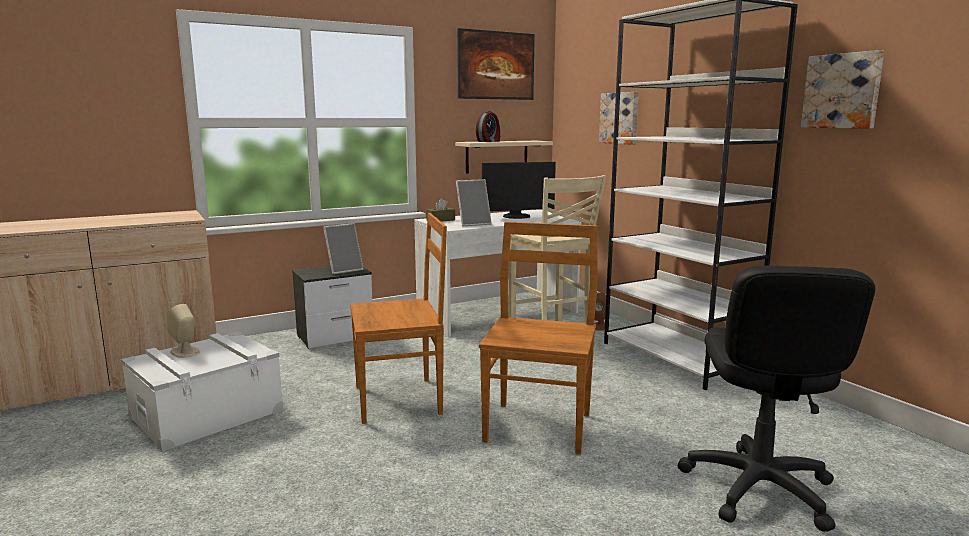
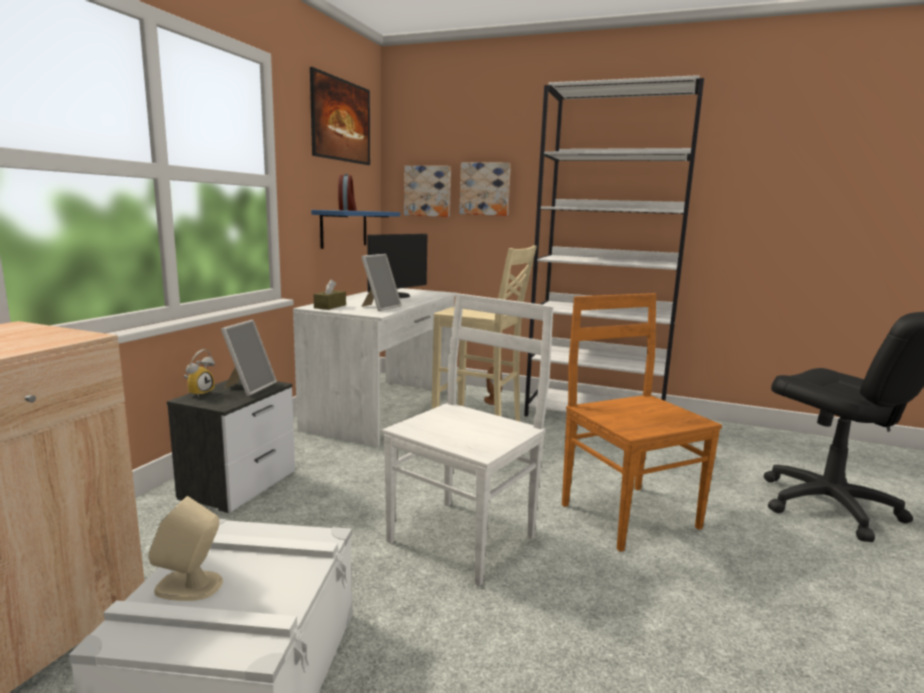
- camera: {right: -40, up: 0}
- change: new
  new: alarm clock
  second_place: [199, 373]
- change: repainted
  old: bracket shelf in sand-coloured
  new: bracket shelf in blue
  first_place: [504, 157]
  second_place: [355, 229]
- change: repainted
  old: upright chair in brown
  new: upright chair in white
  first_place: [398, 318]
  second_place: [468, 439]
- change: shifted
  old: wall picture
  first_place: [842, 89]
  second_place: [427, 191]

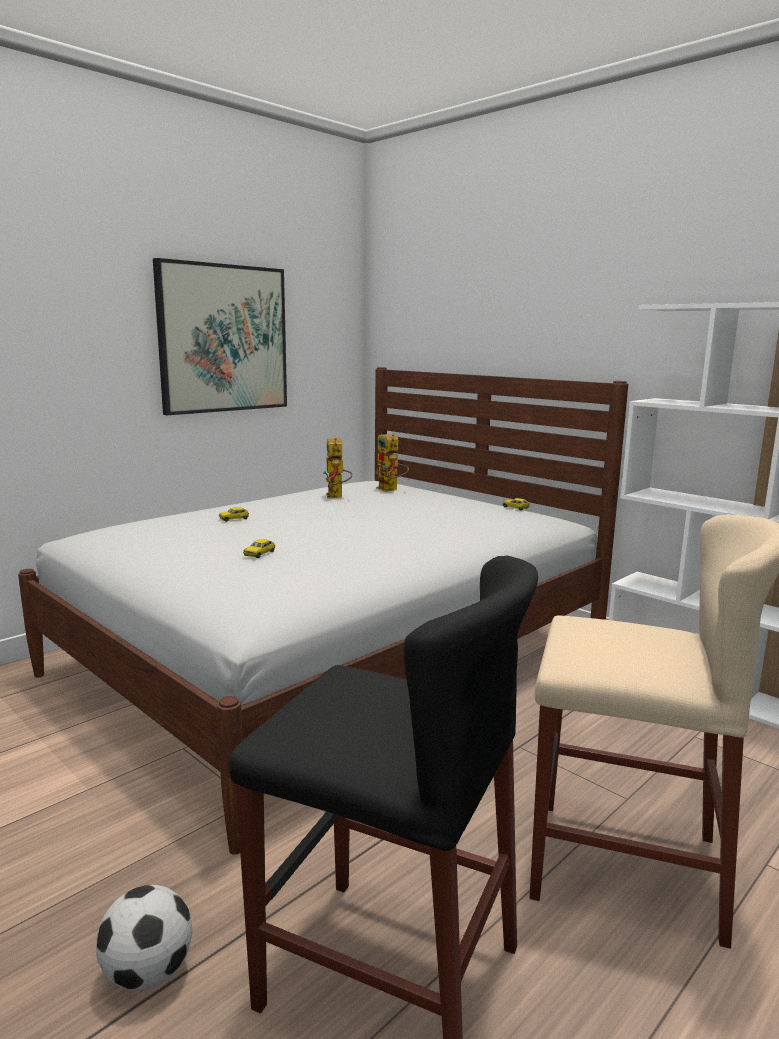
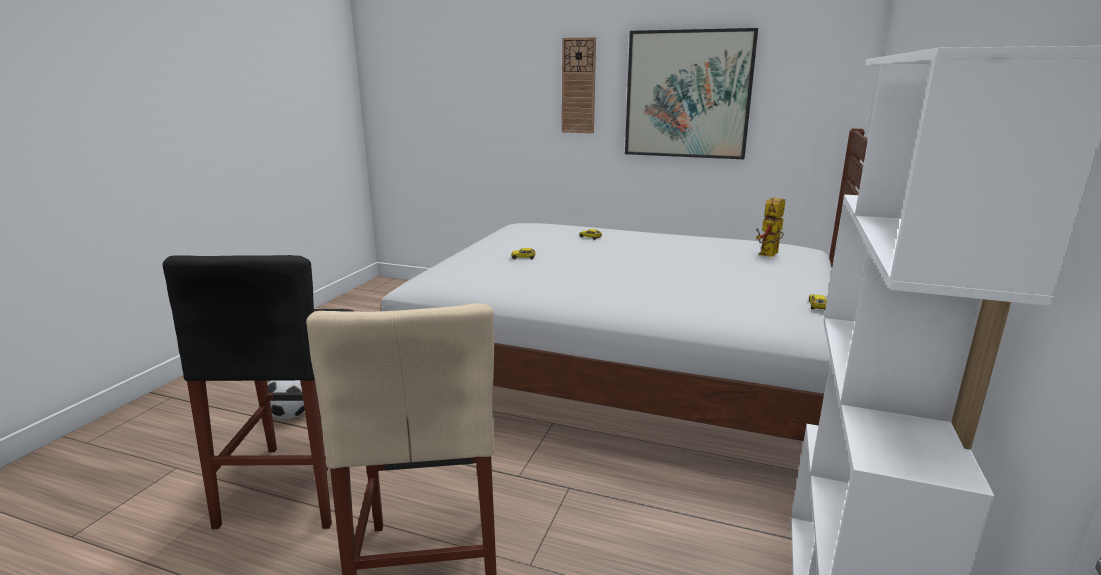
- camera: {right: 65, up: 5}
- change: new
  new: clock on the wall
  second_place: [579, 85]
- change: gone
  old: toy robot
  first_place: [337, 468]

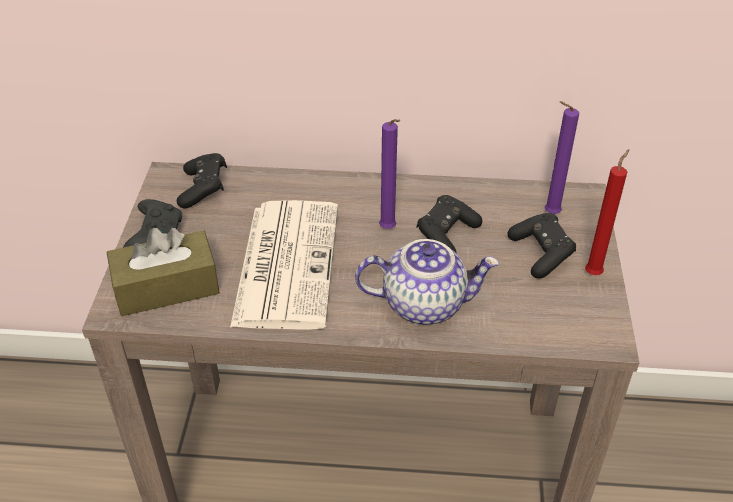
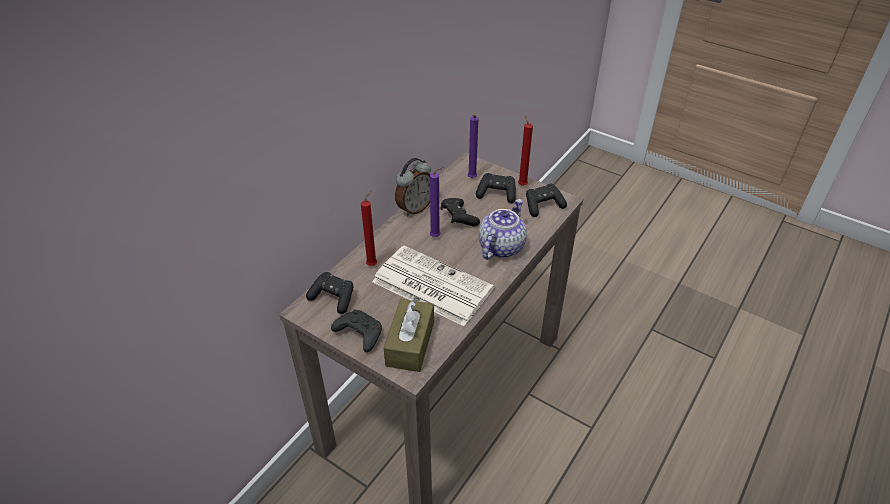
- camera: {right: -60, up: 0}
- change: new
  new: wax light in red
  second_place: [369, 228]
- change: new
  new: alarm clock
  second_place: [413, 187]
- change: new
  new: game controller in black
  second_place: [546, 200]

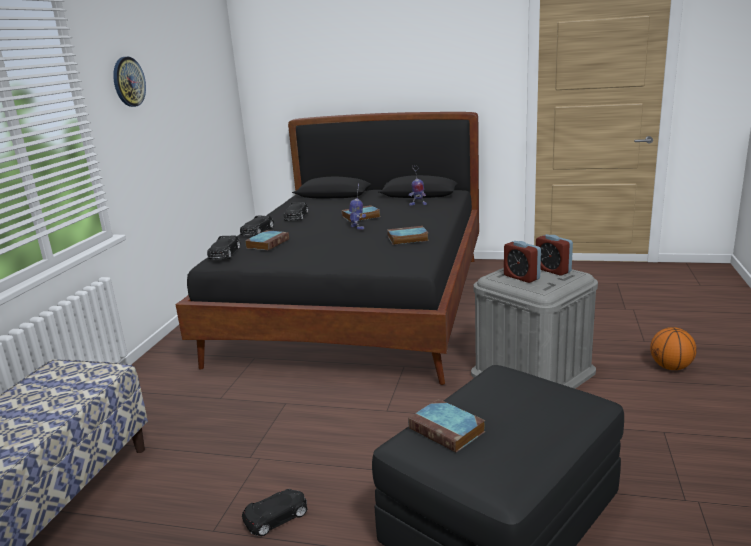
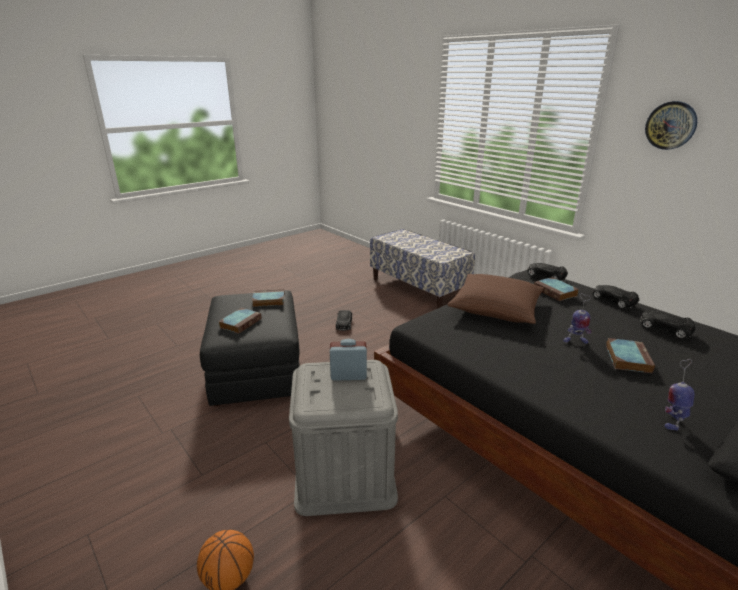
- camera: {right: 125, up: 5}
- change: shifted
  old: bound book
  first_place: [408, 235]
  second_place: [239, 321]
- change: new
  new: cushion in brown
  second_place: [495, 299]
- change: gone
  old: alarm clock
  first_place: [554, 255]

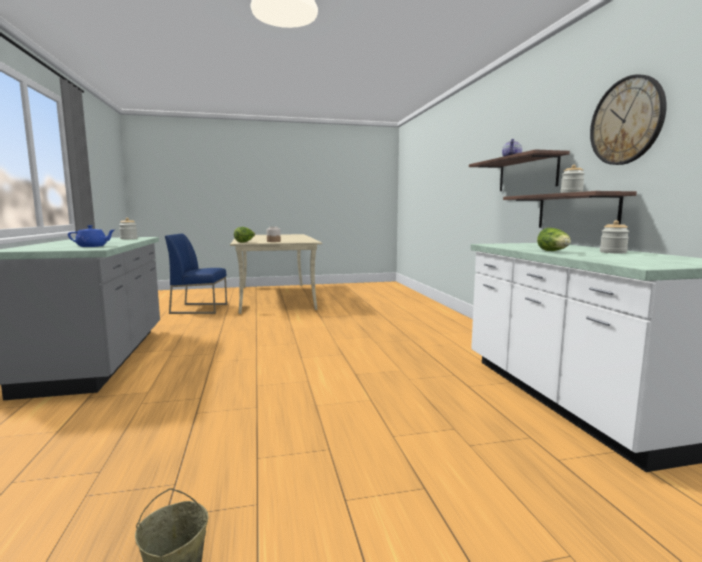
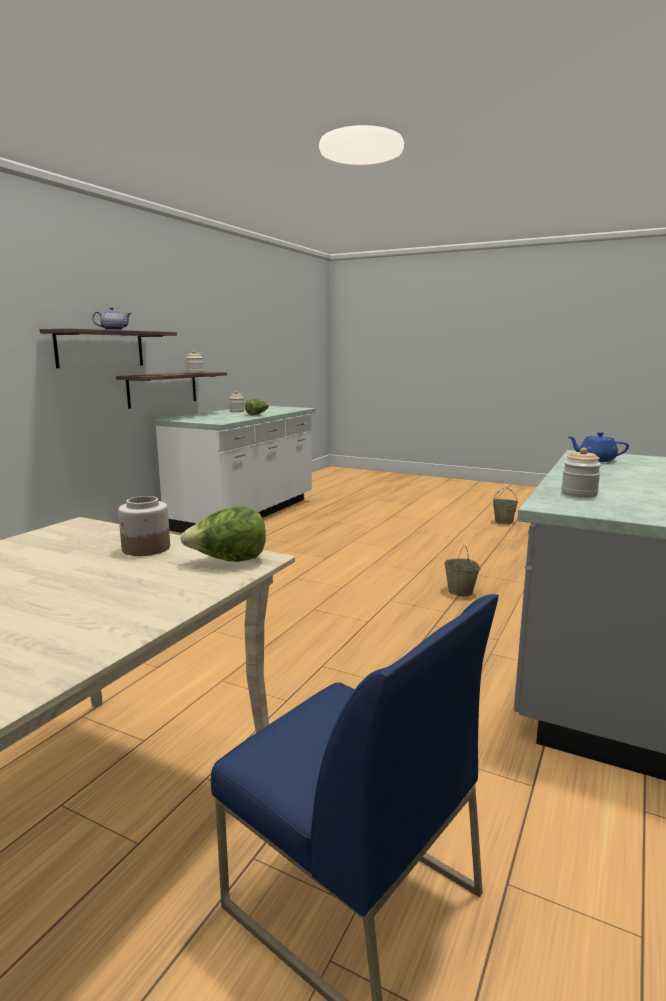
- camera: {right: -140, up: 5}
- change: new
  new: bucket in sand-coloured
  second_place: [462, 571]
- change: gone
  old: clock on the wall
  first_place: [628, 119]

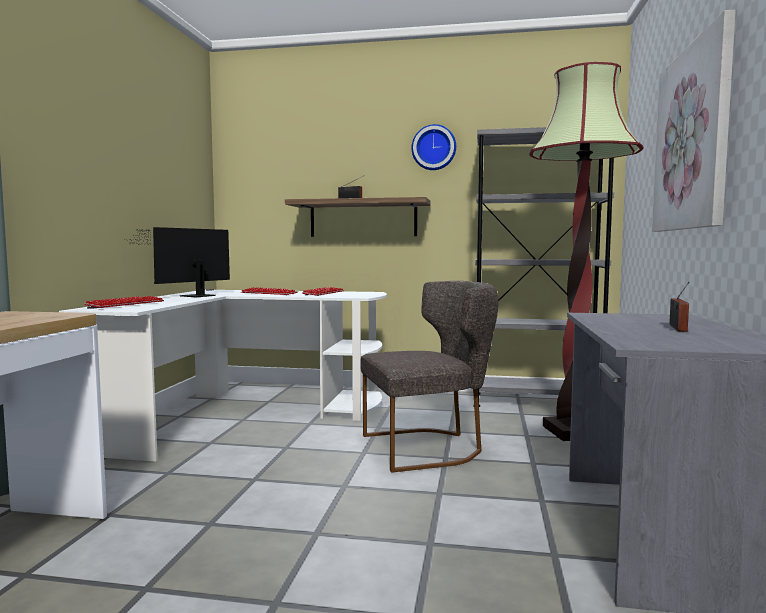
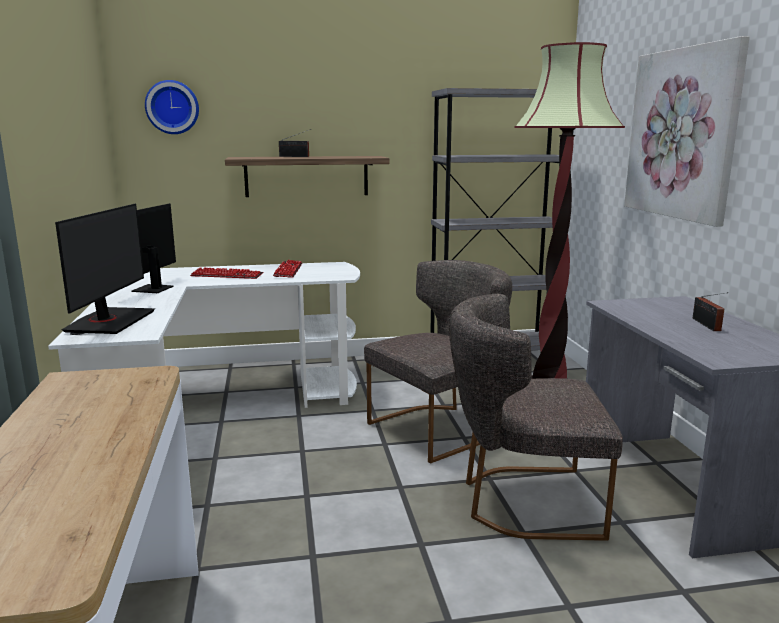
- camera: {right: -20, up: 10}
- change: swapped
  old: keyboard
  new: computer screen
  first_place: [124, 302]
  second_place: [105, 269]
- change: shifted
  old: clock on the wall
  first_place: [434, 147]
  second_place: [172, 107]
- change: new
  new: upright chair in gray
  second_place: [536, 417]

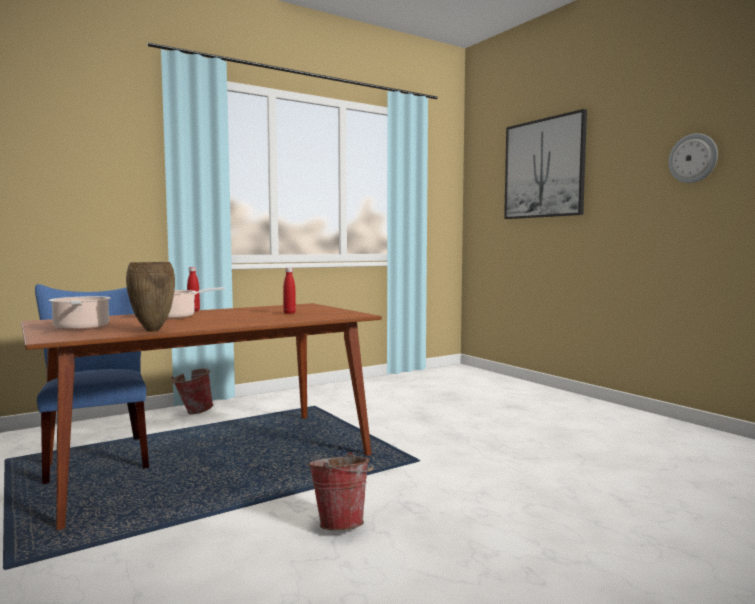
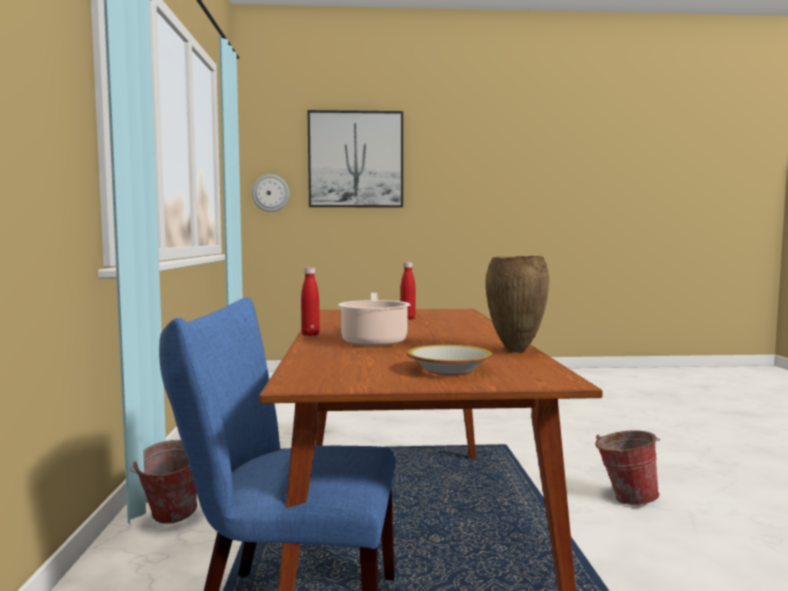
- camera: {right: -60, up: 0}
- change: shifted
  old: clock on the wall
  first_place: [693, 158]
  second_place: [271, 193]
- change: swapped
  old: cooking pot
  new: bowl
  first_place: [80, 313]
  second_place: [449, 360]

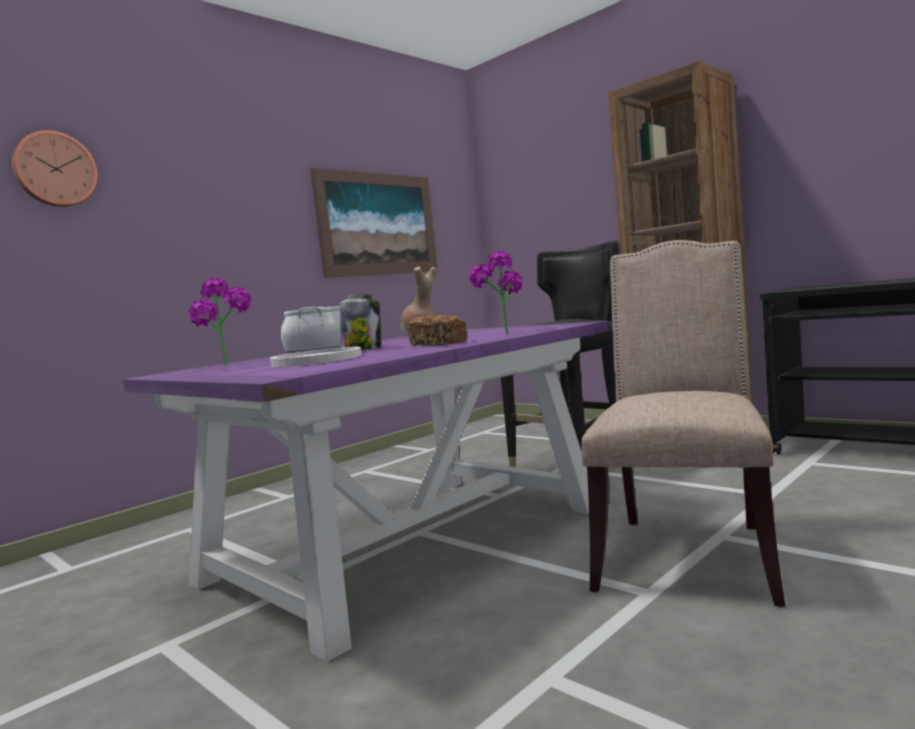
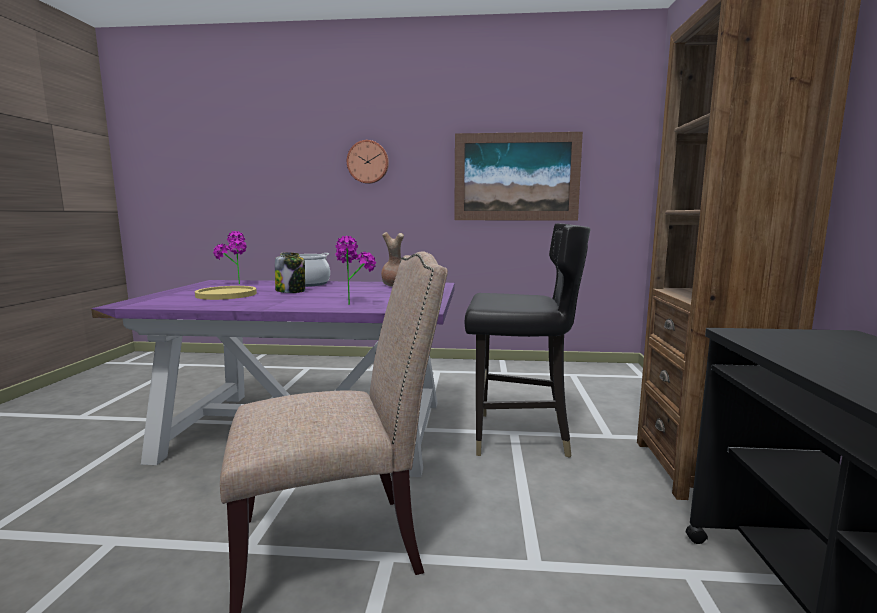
- camera: {right: 50, up: 5}
- change: repainted
  old: dinner plate in white
  new: dinner plate in yellow
  first_place: [316, 357]
  second_place: [226, 293]
- change: shifted
  old: clock on the wall
  first_place: [55, 168]
  second_place: [368, 162]
- change: gone
  old: bakery bread
  first_place: [437, 330]

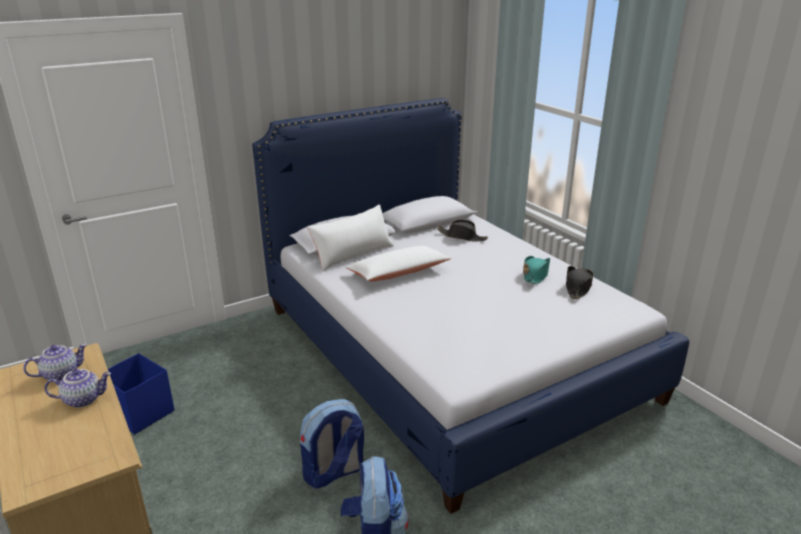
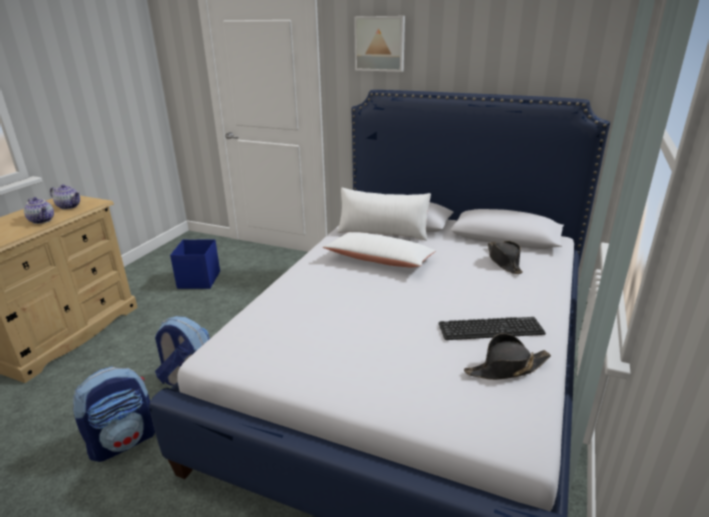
- camera: {right: 55, up: 0}
- change: new
  new: wall picture
  second_place: [379, 44]
- change: swapped
  old: hat in turquoise-coloured
  new: keyboard
  first_place: [536, 270]
  second_place: [492, 328]

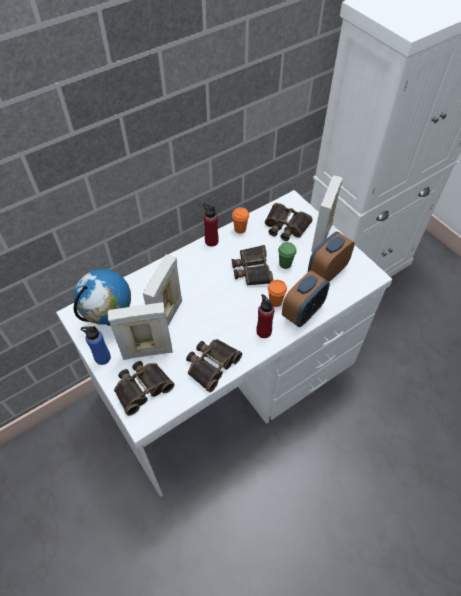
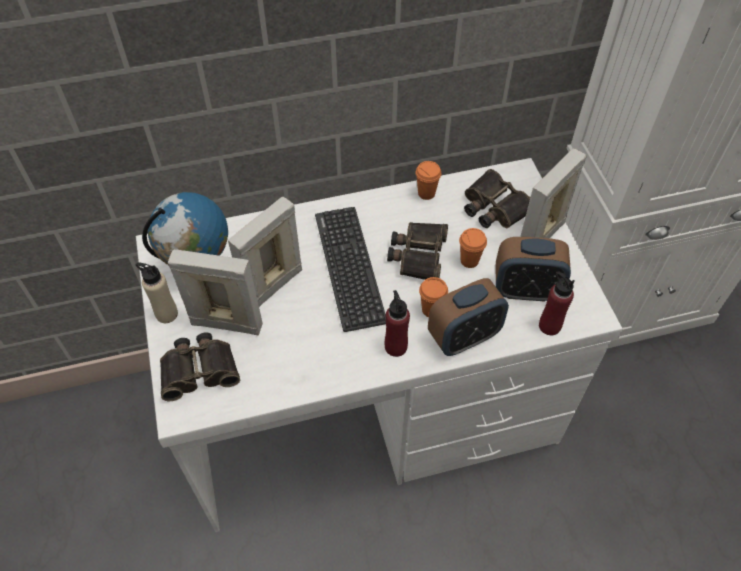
- camera: {right: 20, up: 0}
- change: repainted
  old: bottle in blue
  new: bottle in sand-coloured
  first_place: [96, 345]
  second_place: [156, 293]
- change: new
  new: keyboard
  second_place: [350, 269]
- change: repainted
  old: cup in green
  new: cup in orange-coloured
  first_place: [287, 255]
  second_place: [473, 248]
- change: rotated
  old: alarm clock
  first_place: [331, 257]
  second_place: [533, 269]
  degrees: -150
- change: shifted
  old: bottle in red
  first_place: [211, 225]
  second_place: [557, 303]
- change: gone
  old: pair of binoculars
  first_place: [214, 365]

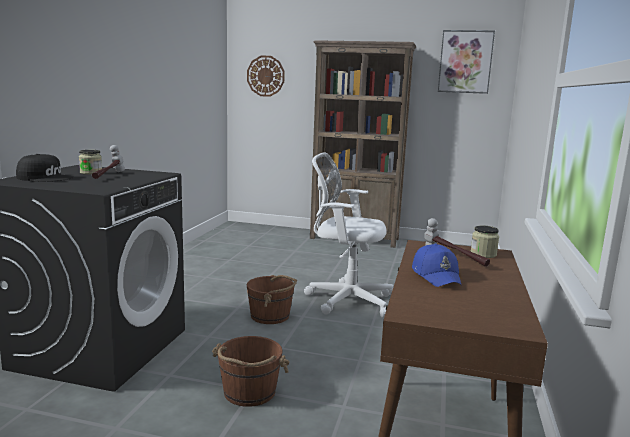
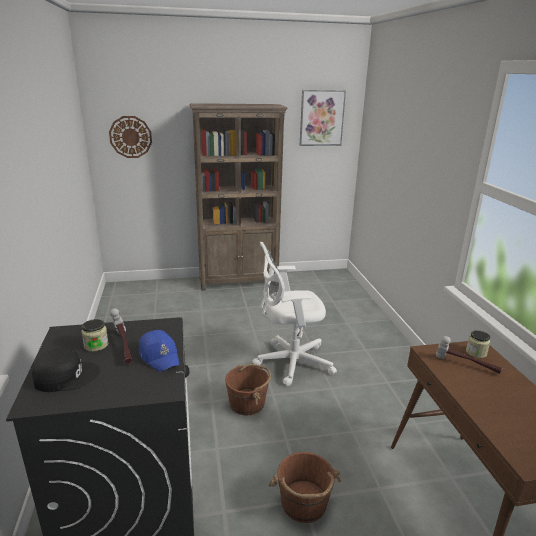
- camera: {right: -25, up: 10}
- change: shifted
  old: cap in blue
  first_place: [437, 265]
  second_place: [159, 351]

